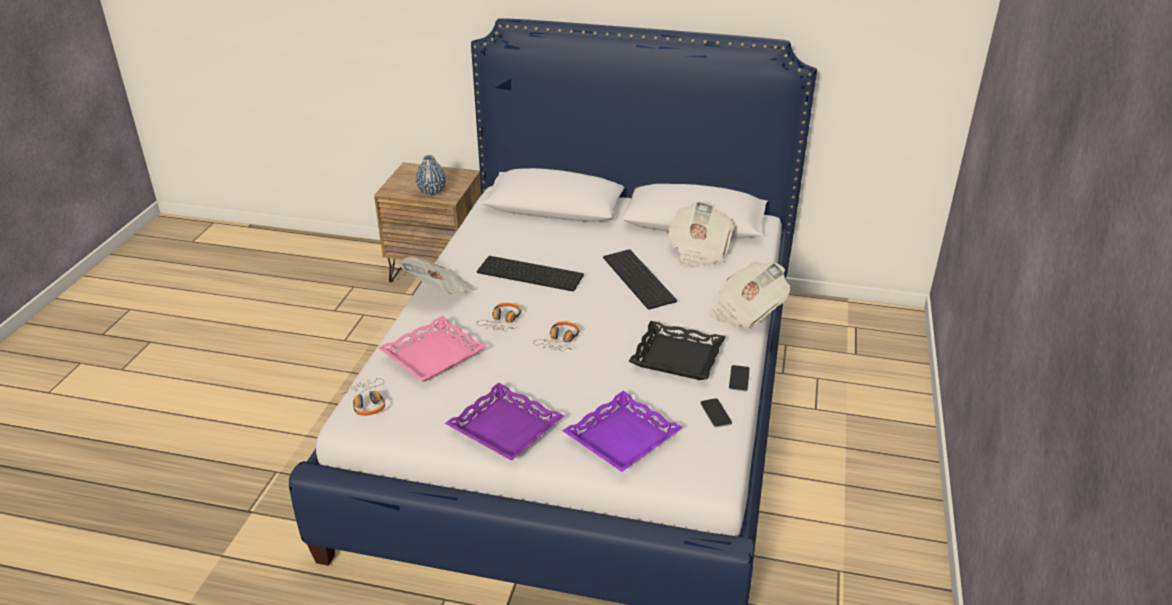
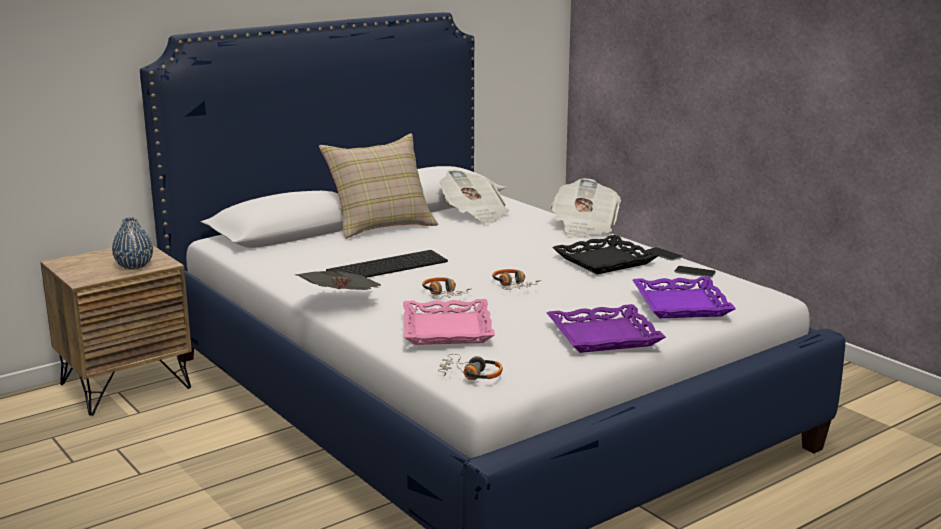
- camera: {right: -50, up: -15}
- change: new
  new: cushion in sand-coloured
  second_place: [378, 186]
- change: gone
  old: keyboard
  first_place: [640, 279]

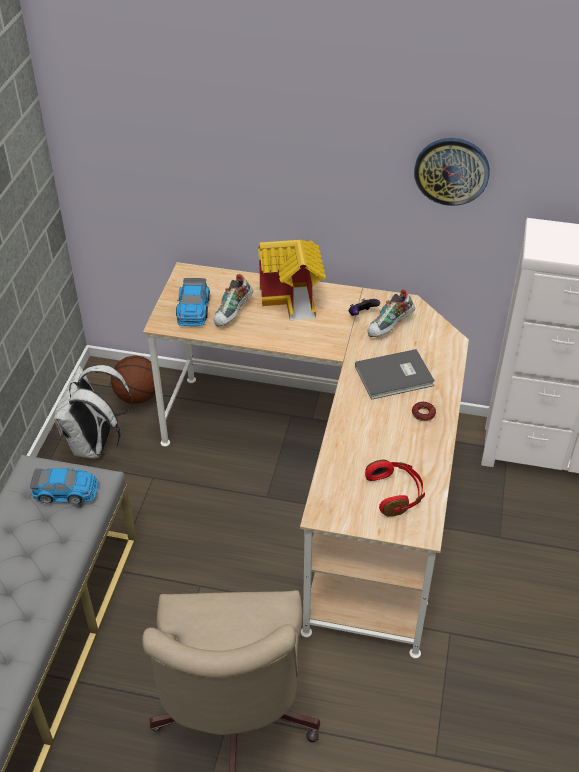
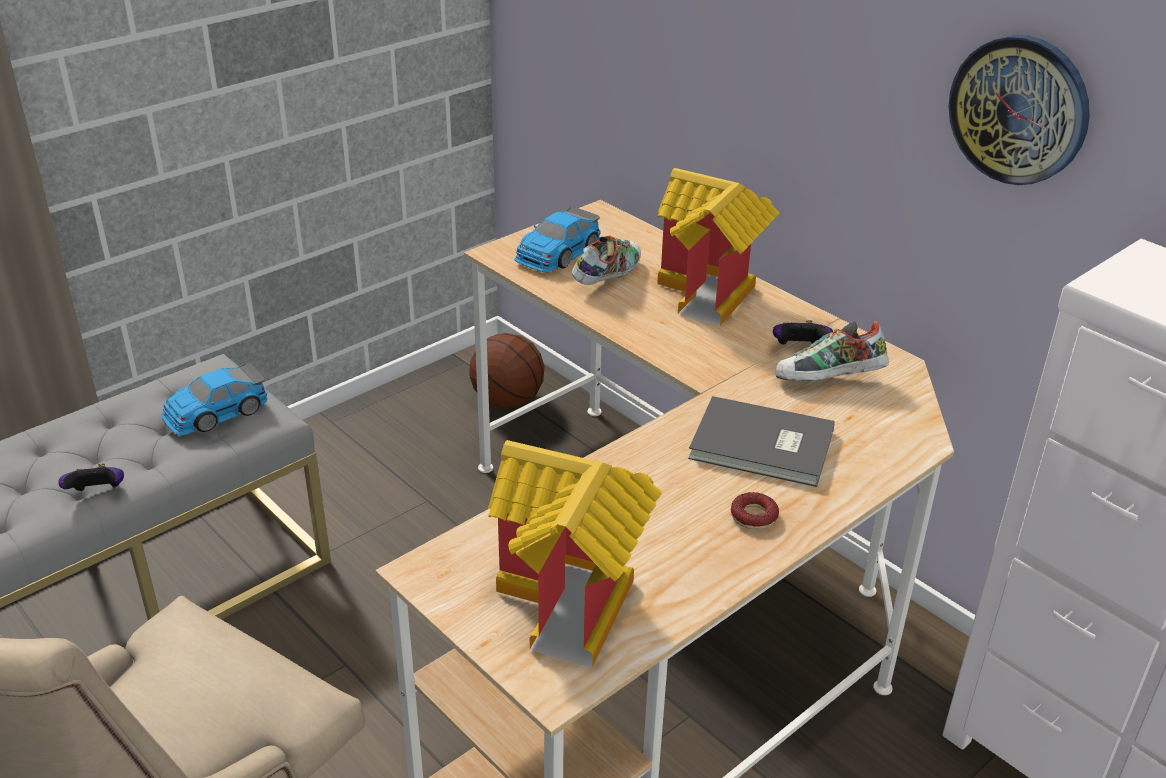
- camera: {right: 35, up: -10}
- change: new
  new: game controller
  second_place: [91, 477]
- change: rotated
  old: model car
  first_place: [64, 486]
  second_place: [214, 399]
  degrees: 105
- change: swapped
  old: headset in red
  new: toy house
  first_place: [395, 488]
  second_place: [575, 554]
- change: rotated
  old: item of footwear
  first_place: [233, 300]
  second_place: [606, 260]
  degrees: 150
- change: gone
  old: rucksack in white
  first_place: [93, 412]

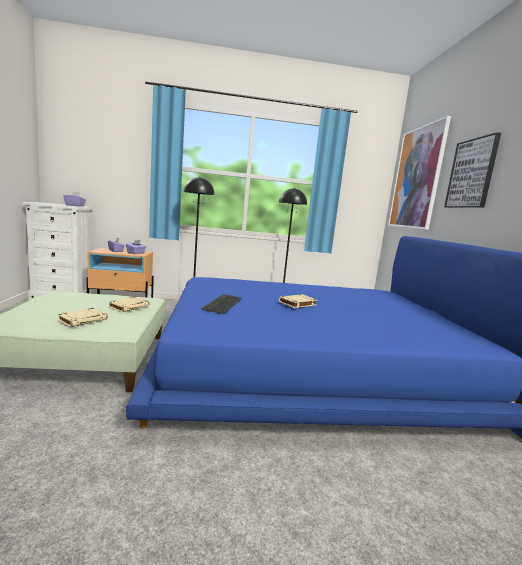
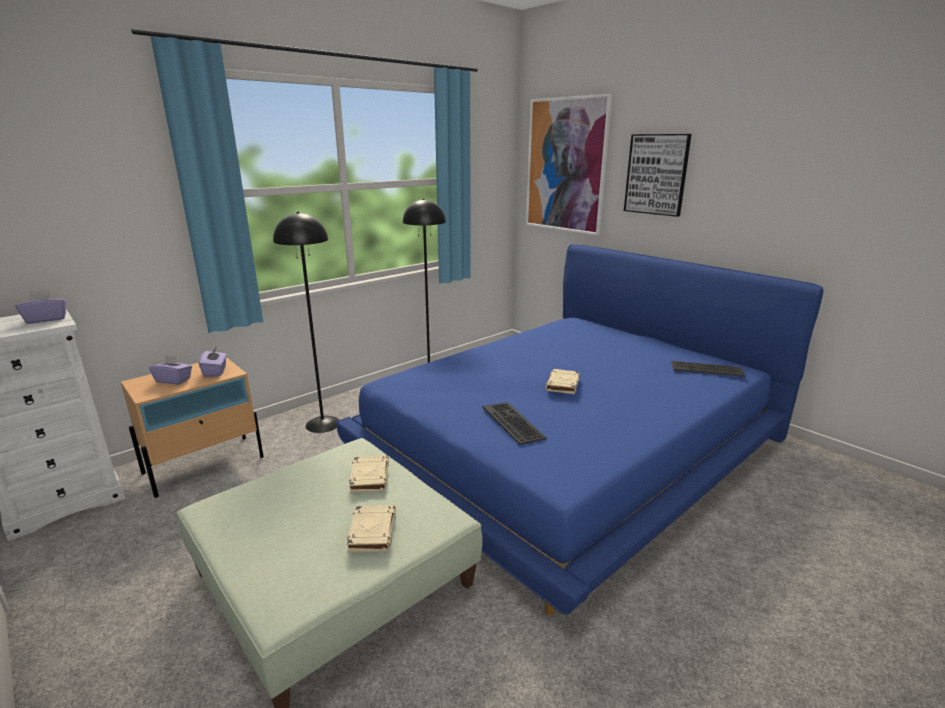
- camera: {right: -35, up: 10}
- change: new
  new: keyboard
  second_place: [708, 369]

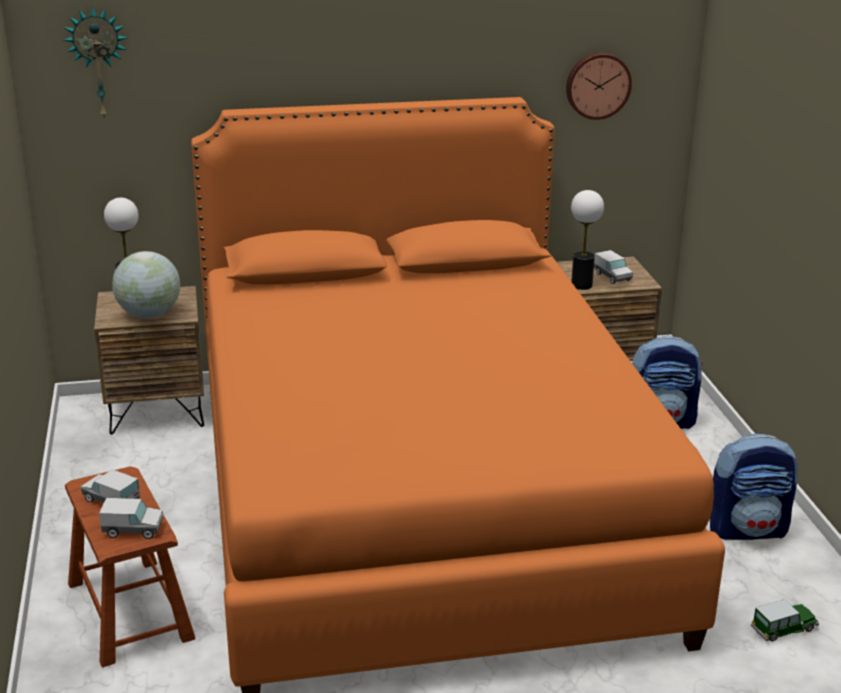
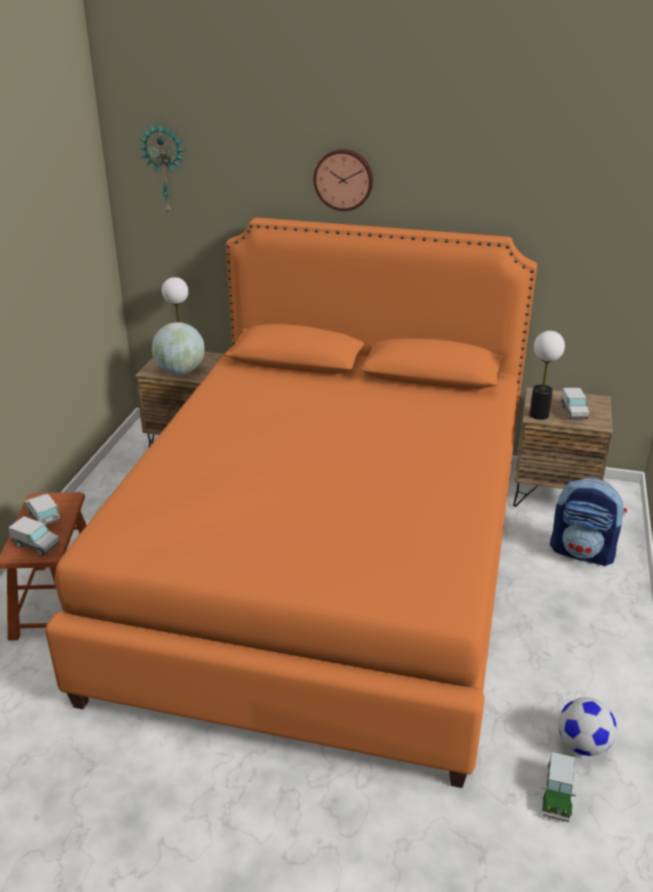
- camera: {right: 25, up: 5}
- change: shifted
  old: clock on the wall
  first_place: [599, 86]
  second_place: [343, 180]
- change: rotated
  old: model car
  first_place: [785, 620]
  second_place: [559, 787]
  degrees: 105
- change: new
  new: football
  second_place: [587, 726]
- change: gone
  old: rucksack
  first_place: [754, 486]

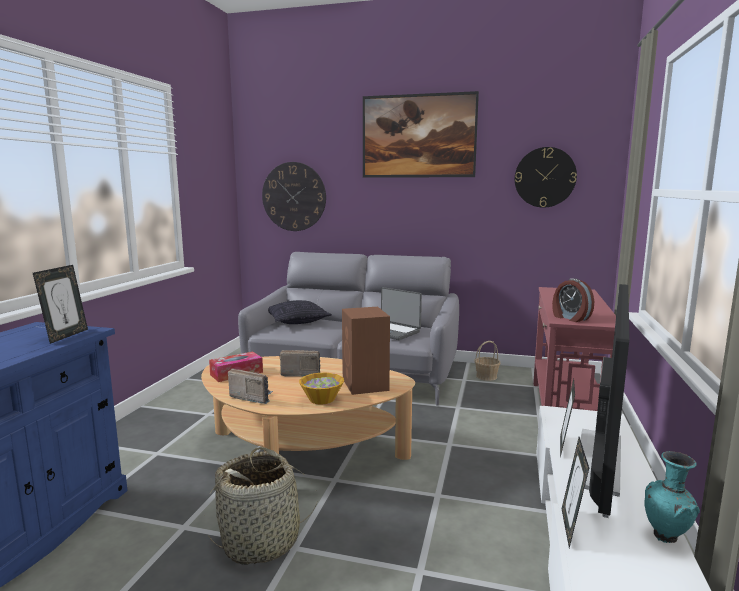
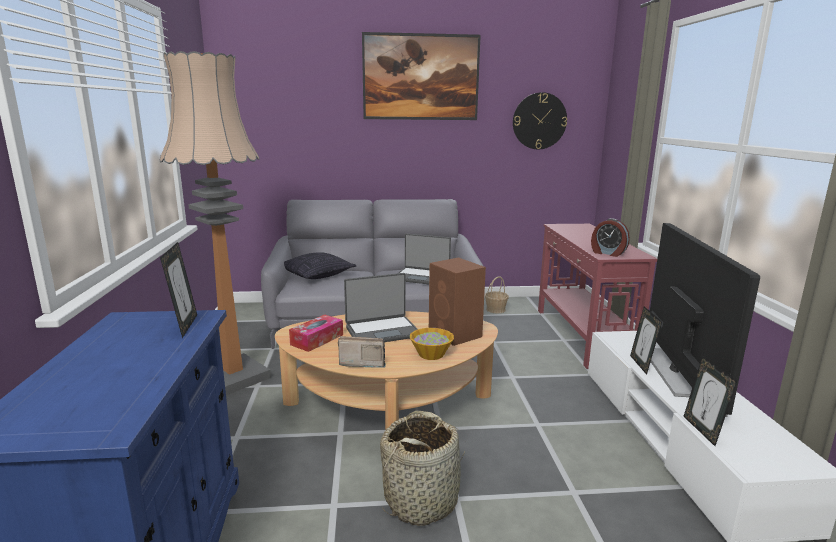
- camera: {right: -20, up: 5}
- change: new
  new: floor lamp
  second_place: [215, 223]
- change: swapped
  old: radio receiver
  new: portable computer
  first_place: [300, 363]
  second_place: [380, 307]
- change: gone
  old: clock on the wall
  first_place: [294, 196]
- change: gone
  old: decorative vase in turquoise-coloured
  first_place: [672, 497]

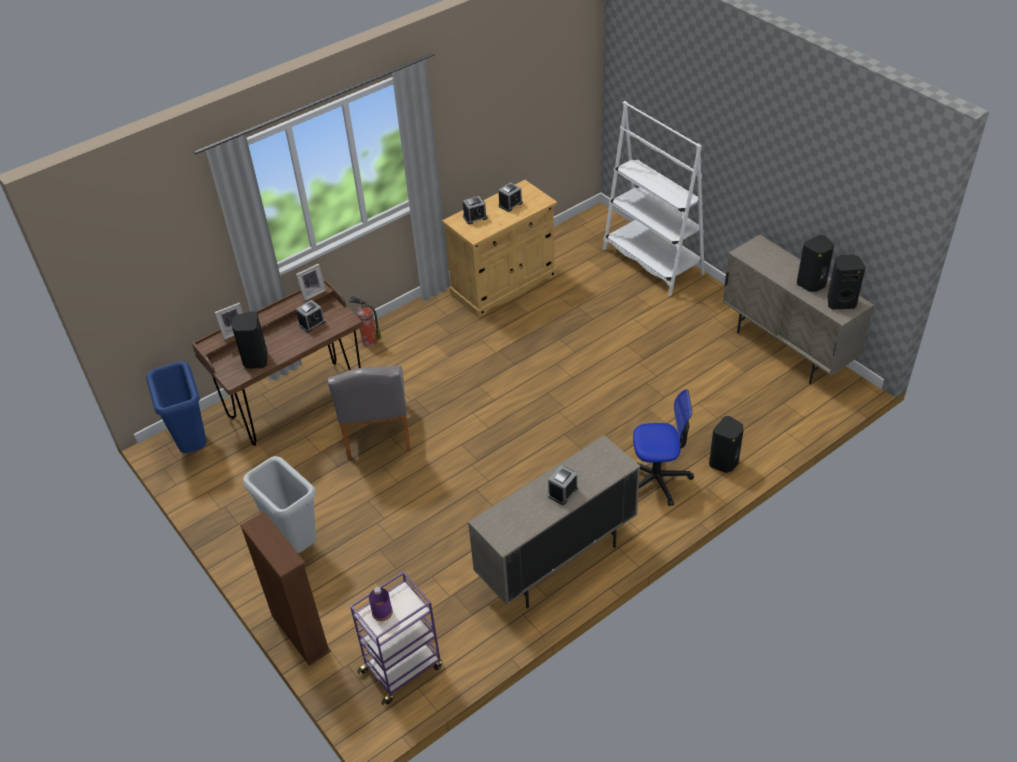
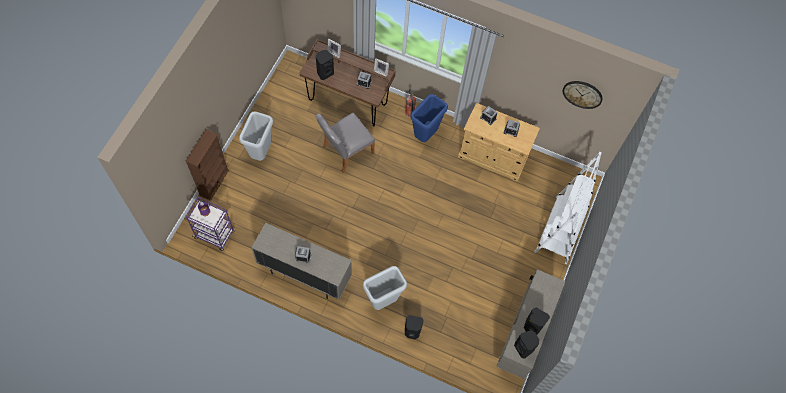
- camera: {right: 55, up: 20}
- change: swapped
  old: office chair
  new: trash can in gray
  first_place: [663, 447]
  second_place: [385, 288]
- change: shifted
  old: trash can in blue
  first_place: [176, 407]
  second_place: [429, 118]
- change: new
  new: clock on the wall
  second_place: [582, 95]

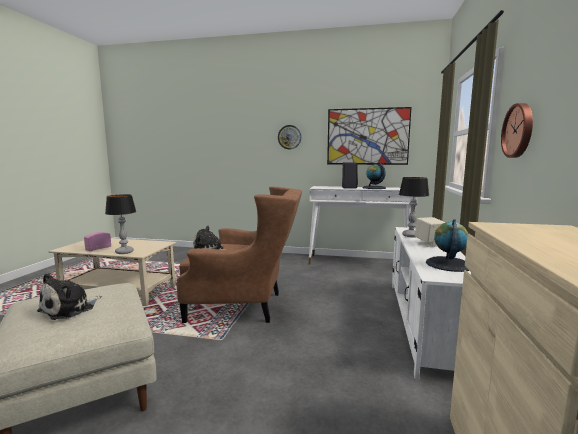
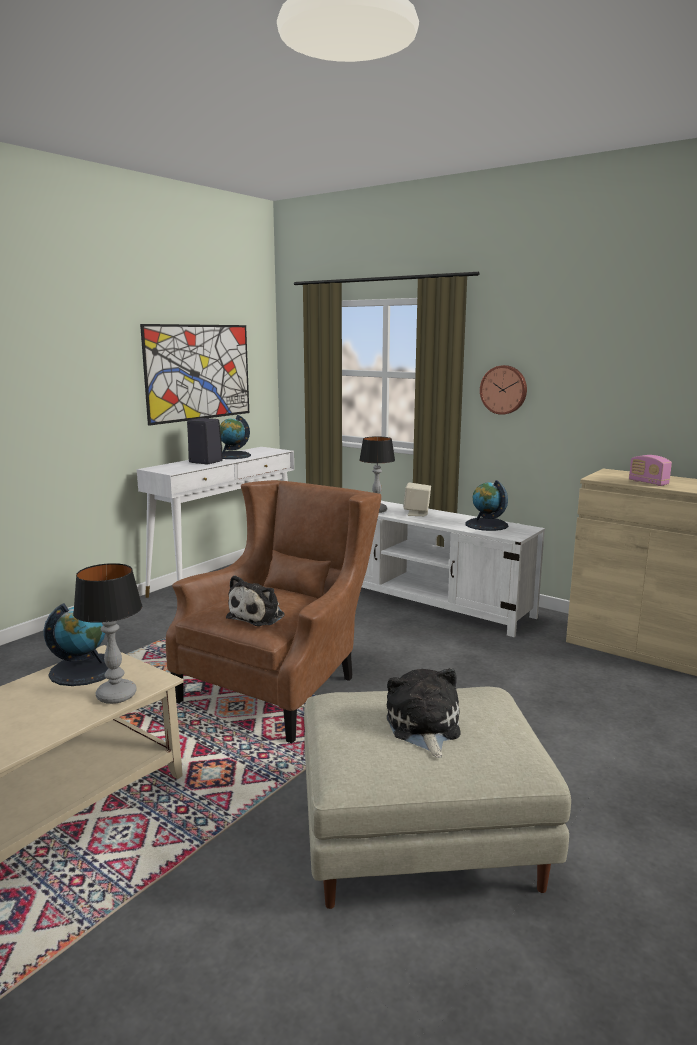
- camera: {right: -65, up: 5}
- change: new
  new: world globe
  second_place: [76, 644]
- change: rotated
  old: soft toy
  first_place: [69, 296]
  second_place: [424, 713]
  degrees: -150
- change: shifted
  old: radio receiver
  first_place: [97, 241]
  second_place: [650, 470]
- change: gone
  old: clock on the wall
  first_place: [289, 137]

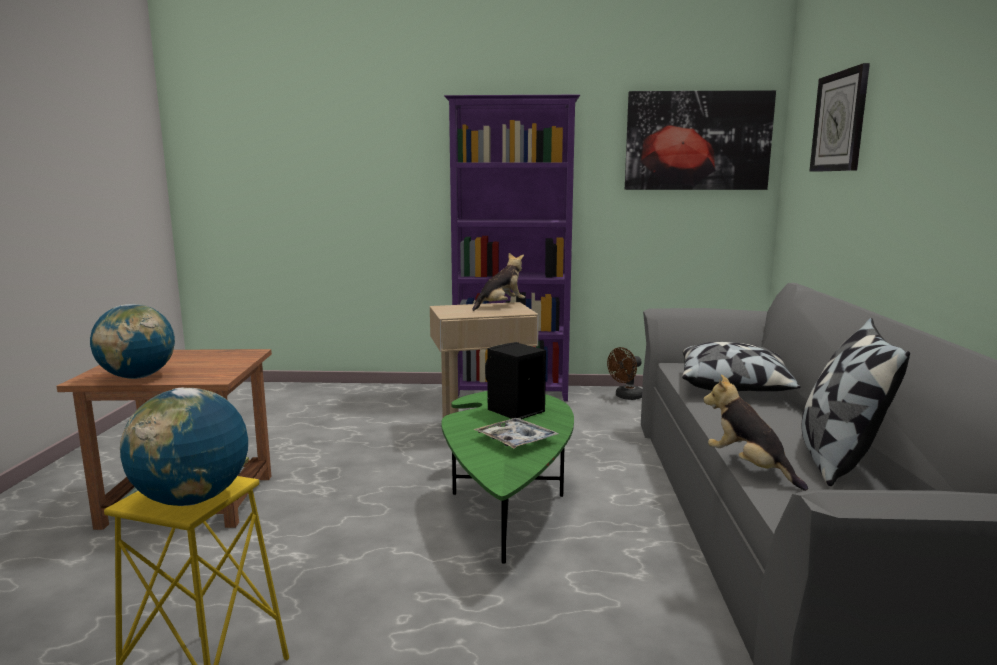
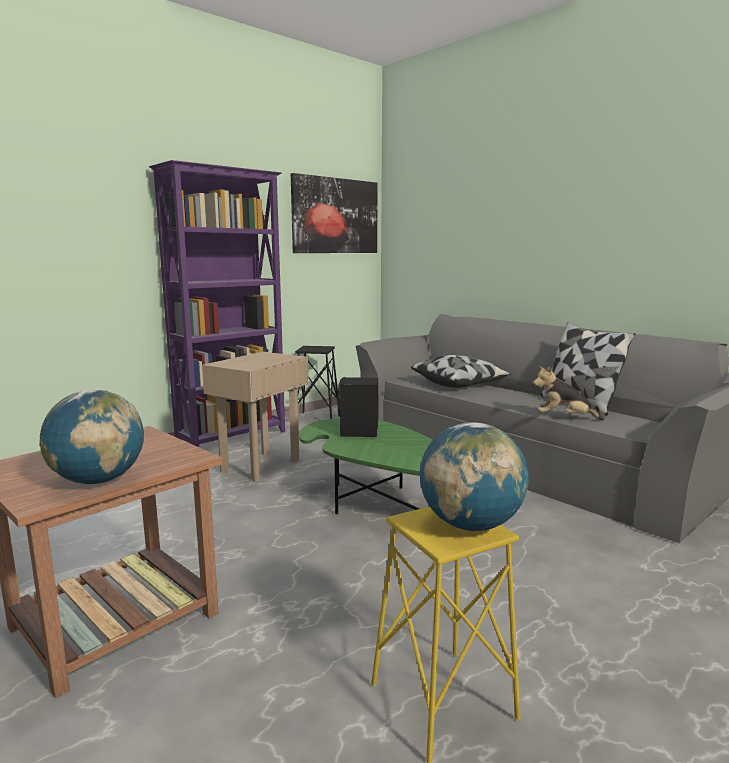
- camera: {right: -45, up: 0}
- change: swapped
  old: electric fan in brown
  new: sitting stool in black
  first_place: [624, 373]
  second_place: [316, 382]
- change: gone
  old: soft toy
  first_place: [499, 282]
- change: gone
  old: carrying tray
  first_place: [516, 433]
- change: gone
  old: clock on the wall
  first_place: [839, 117]

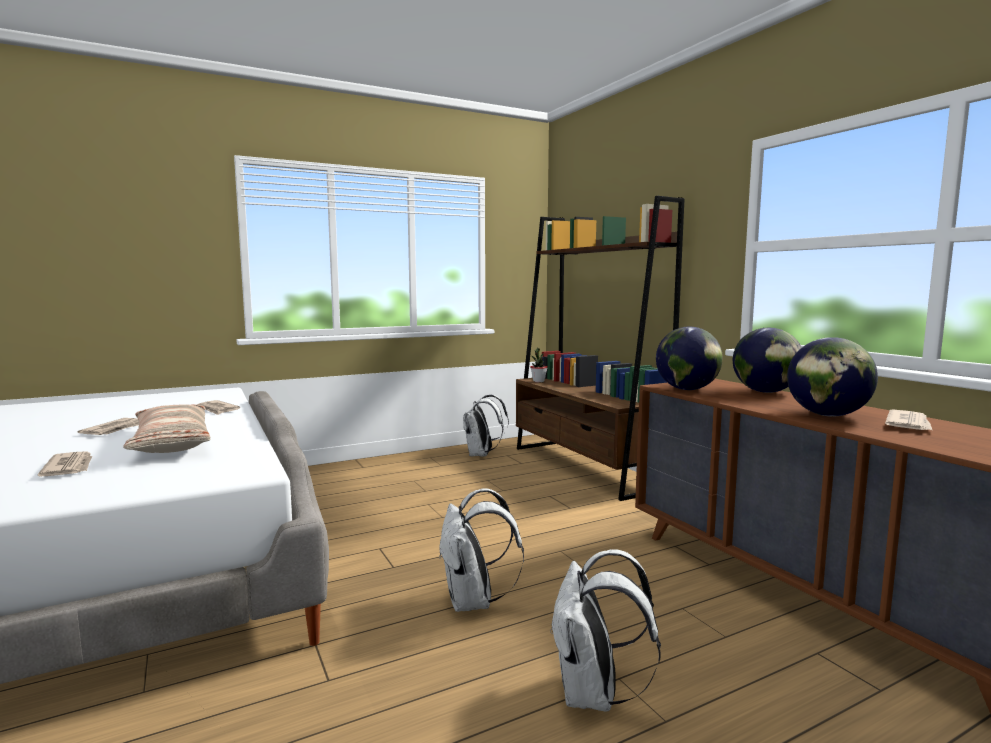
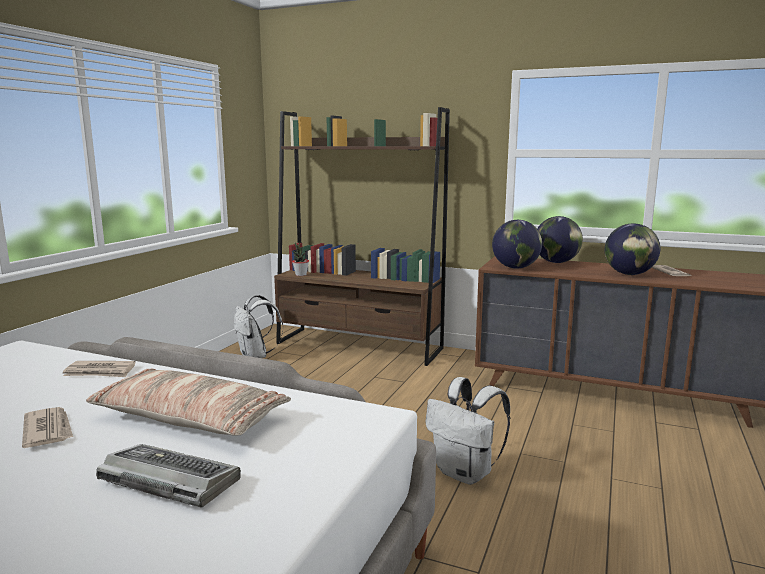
- camera: {right: -40, up: 5}
- change: swapped
  old: printed paper
  new: keyboard
  first_place: [65, 463]
  second_place: [168, 476]
- change: gone
  old: rucksack in white
  first_place: [605, 630]

